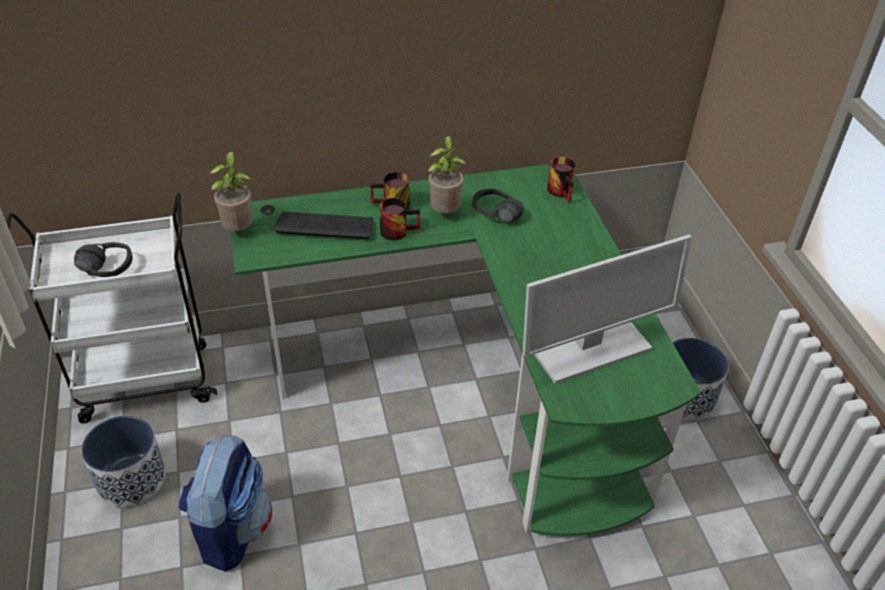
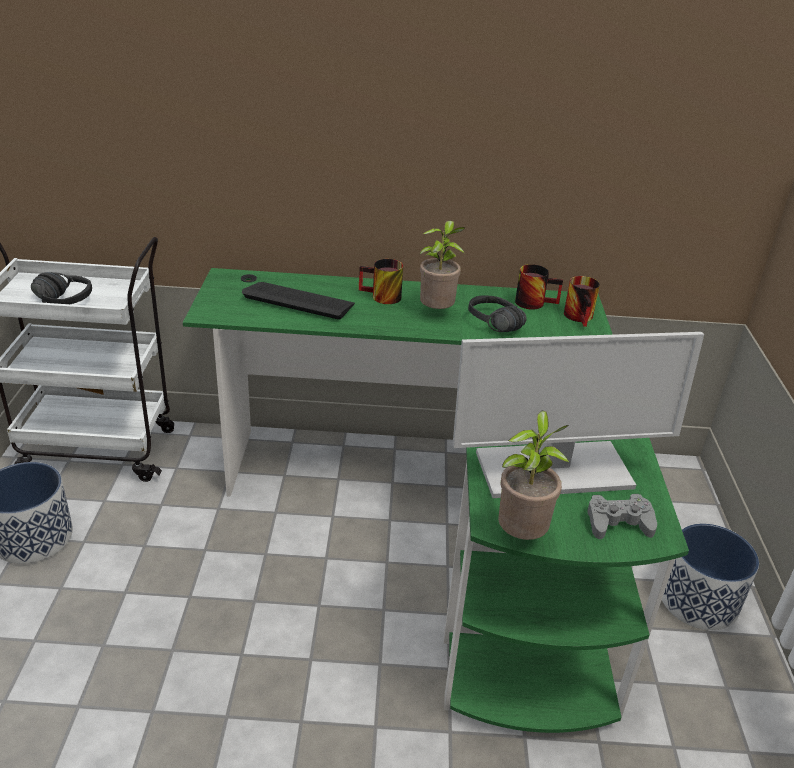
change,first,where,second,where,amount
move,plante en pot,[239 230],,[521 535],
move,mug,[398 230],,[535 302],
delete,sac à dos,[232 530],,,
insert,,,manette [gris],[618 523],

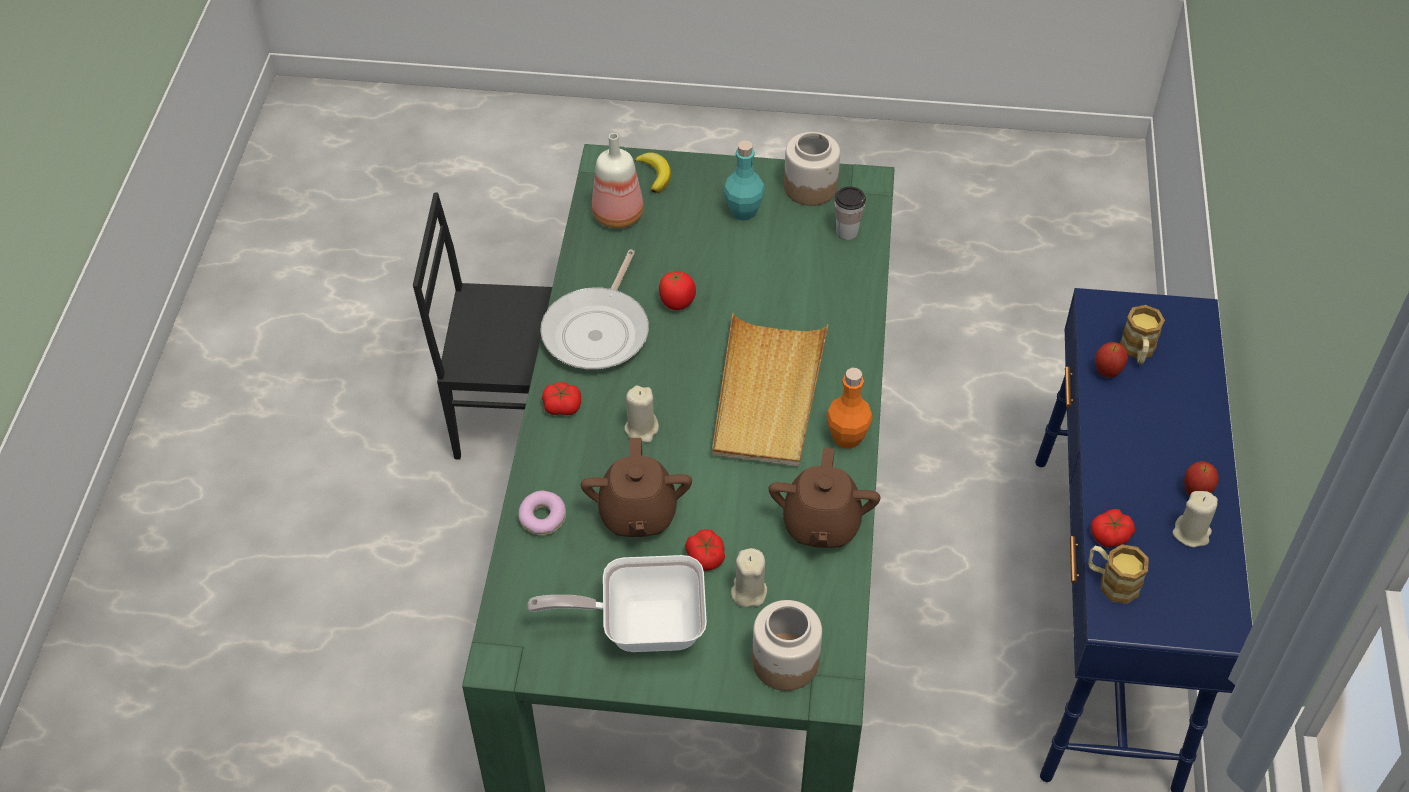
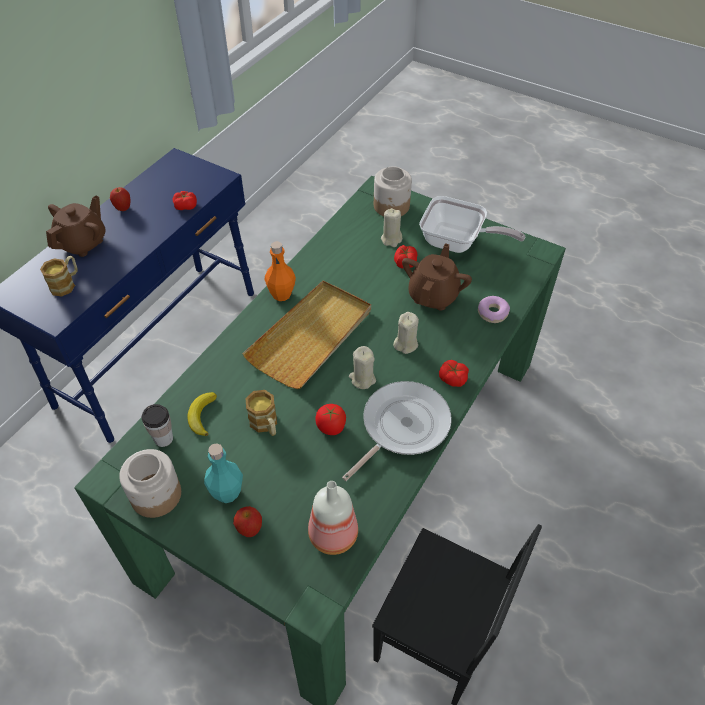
change,first,where,second,where,amount
move,banane,[655 174],,[202 415],
move,pomme,[1107 372],,[250 530],
move,théière [marron],[821 525],,[83 243],
move,bougie [beige],[1191 533],,[362 379],
move,mug,[1111 582],,[266 425],

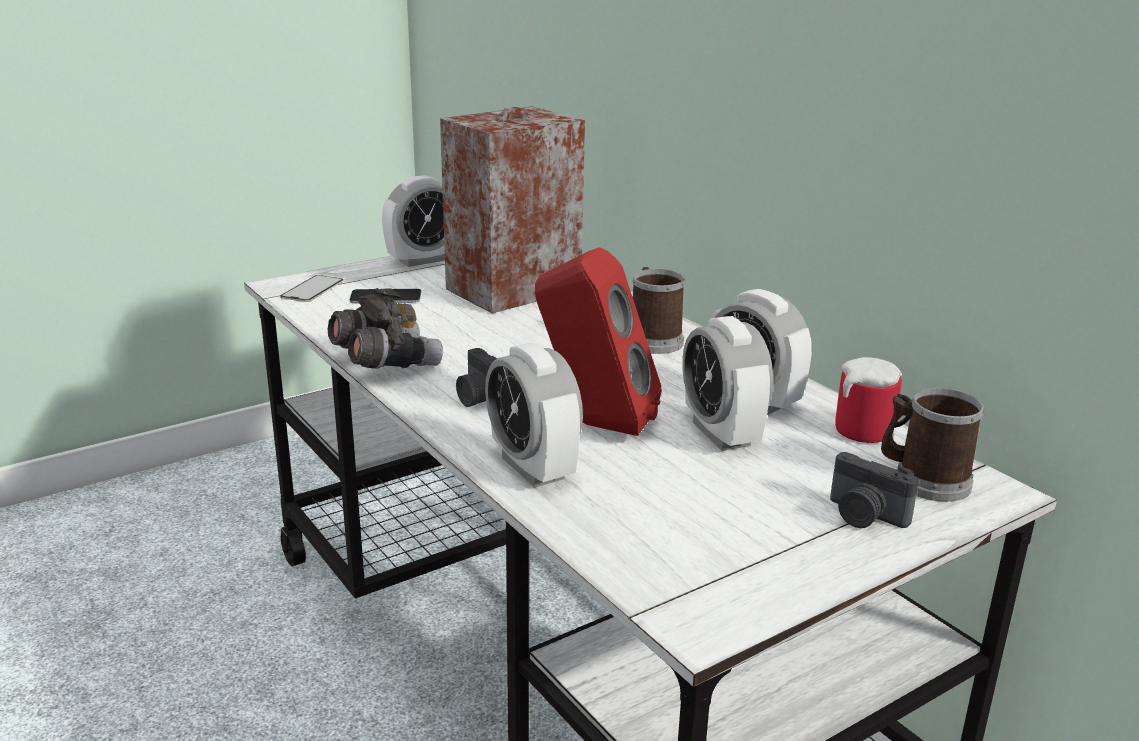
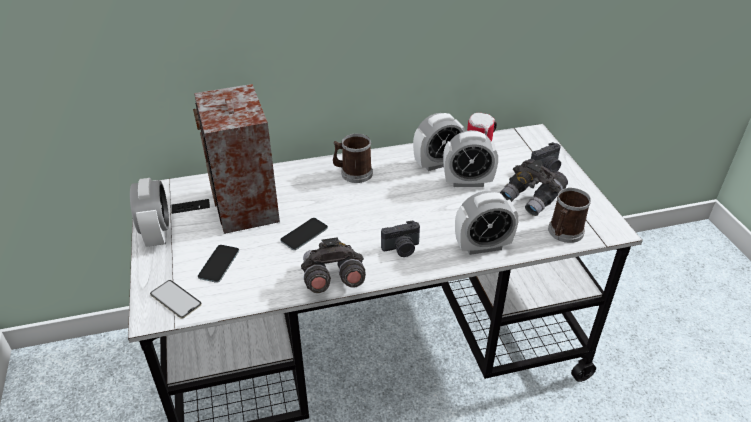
change,first,where,second,where,amount
delete,enceinte [rouge],[594 425],,,
move,mug,[923 480],,[564 233],
insert,,,jumelles [gris],[532 198],
insert,,,téléphone,[304 234],

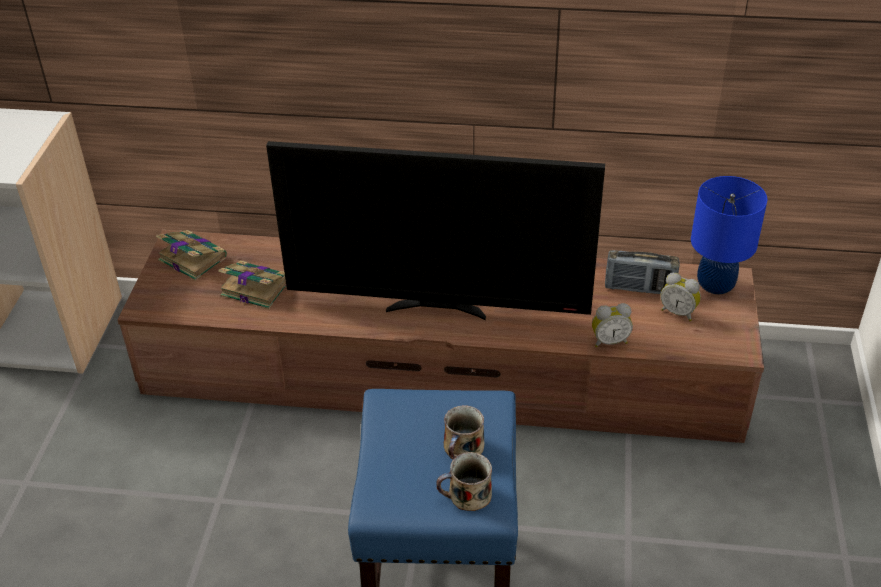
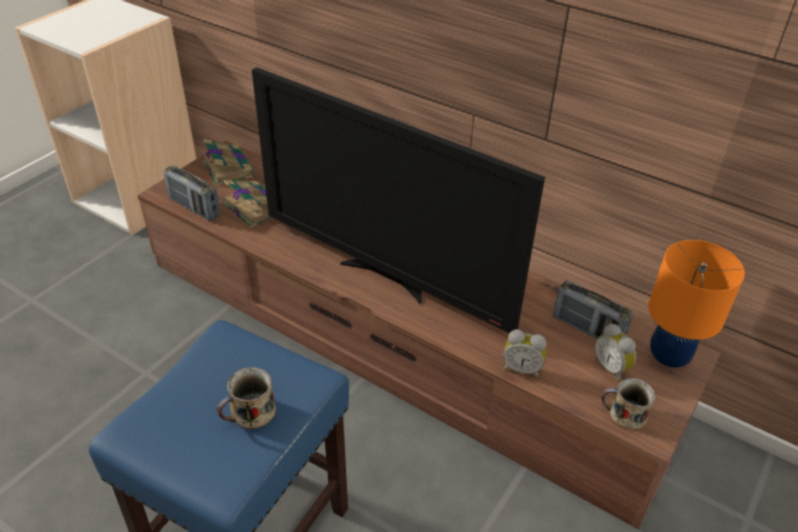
change,first,where,second,where,amount
recolor,lampe de table [bleu],[717 286],lampe de table [orange],[670 358],
move,mug,[467 495],,[625 414],
insert,,,radio,[194 208],

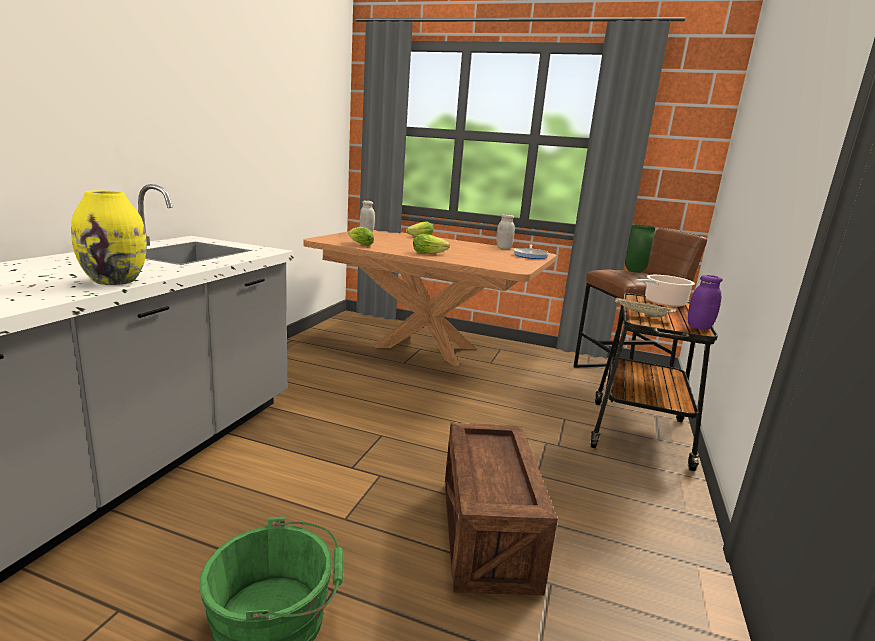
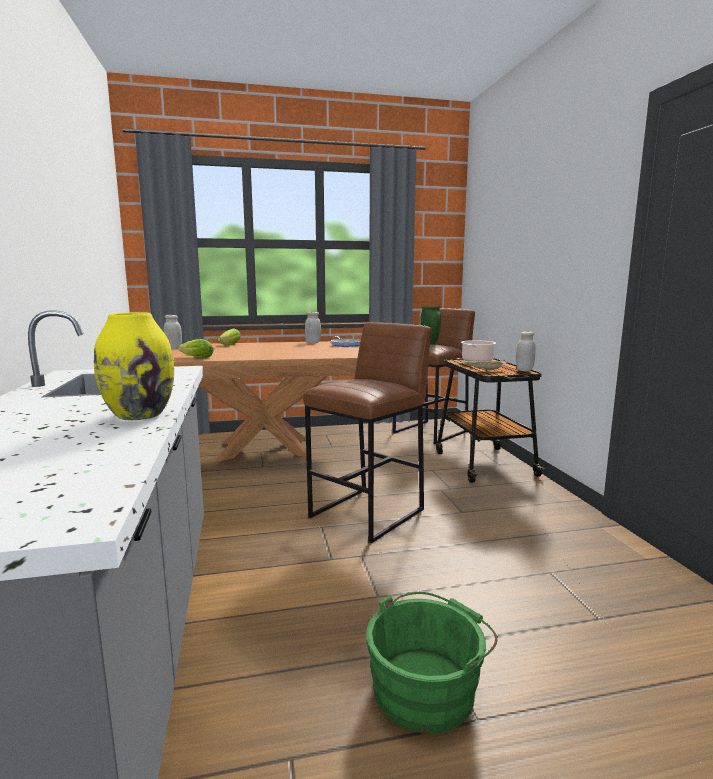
change,first,where,second,where,amount
delete,laitue,[431 253],,,
recolor,bocal [violet],[699 327],bocal [blanc],[524 370],
delete,caisse,[487 533],,,
insert,,,tabouret [marron],[368 512],

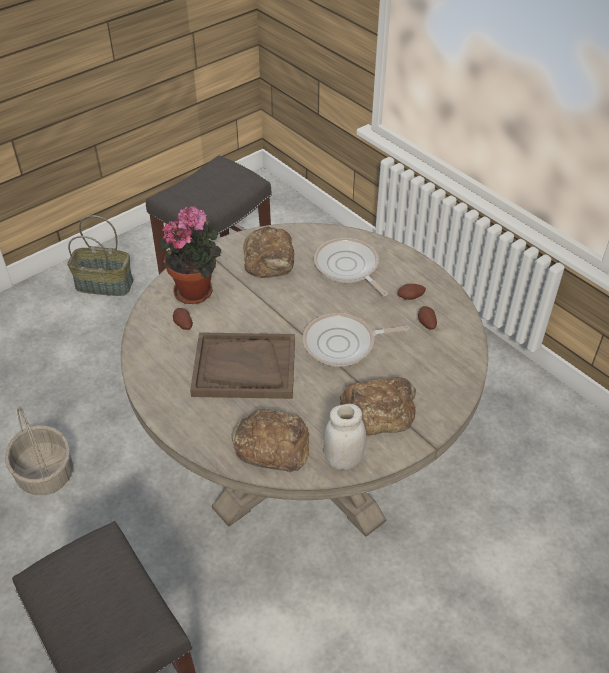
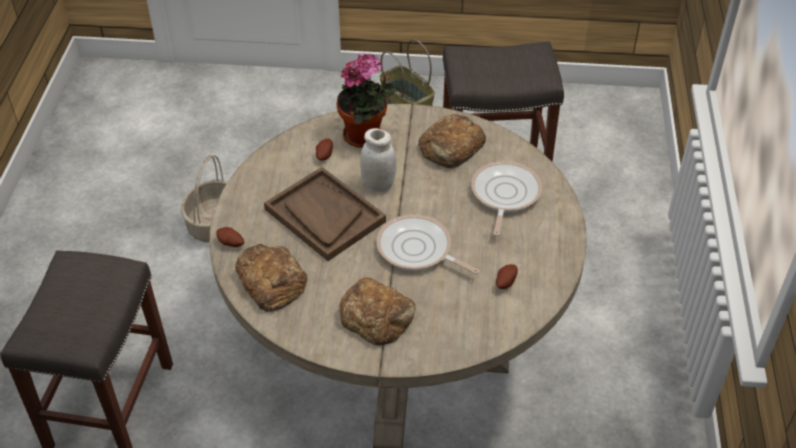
change,first,where,second,where,amount
move,pomme de terre,[410 298],,[230 244],
move,bocal [blanc],[343 460],,[378 184],

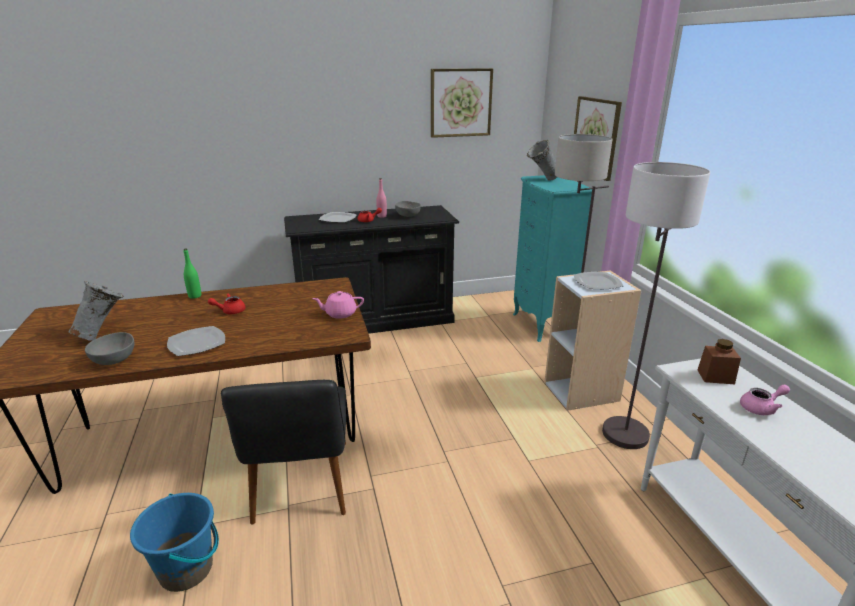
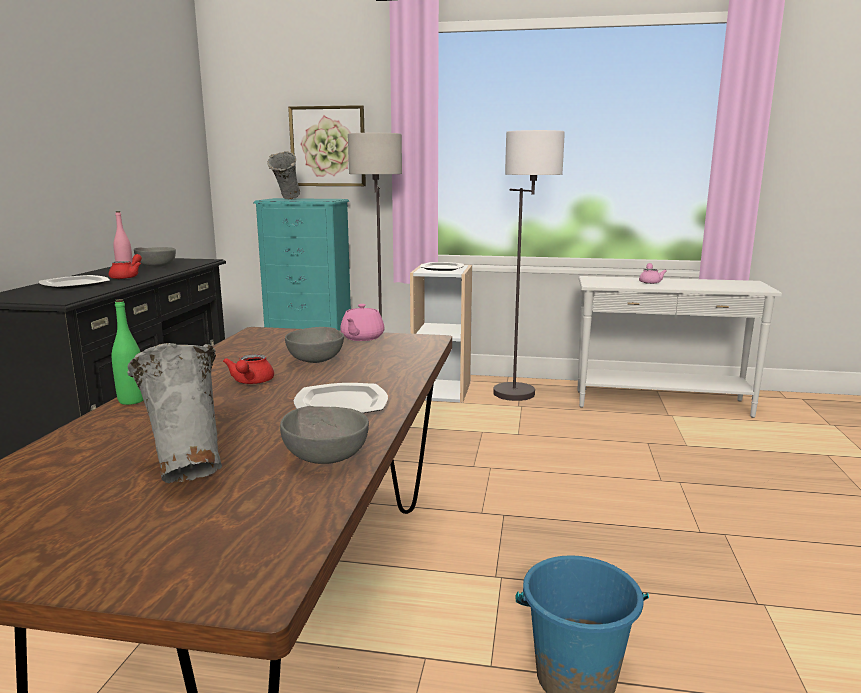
change,first,where,second,where,amount
delete,tableau,[460 103],,,
delete,bocal [marron],[715 377],,,
delete,chaise [noir],[302 480],,,
insert,,,bol [gris],[317 360],

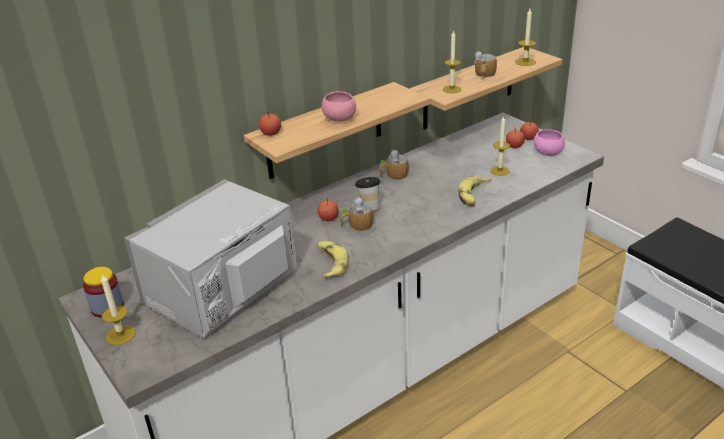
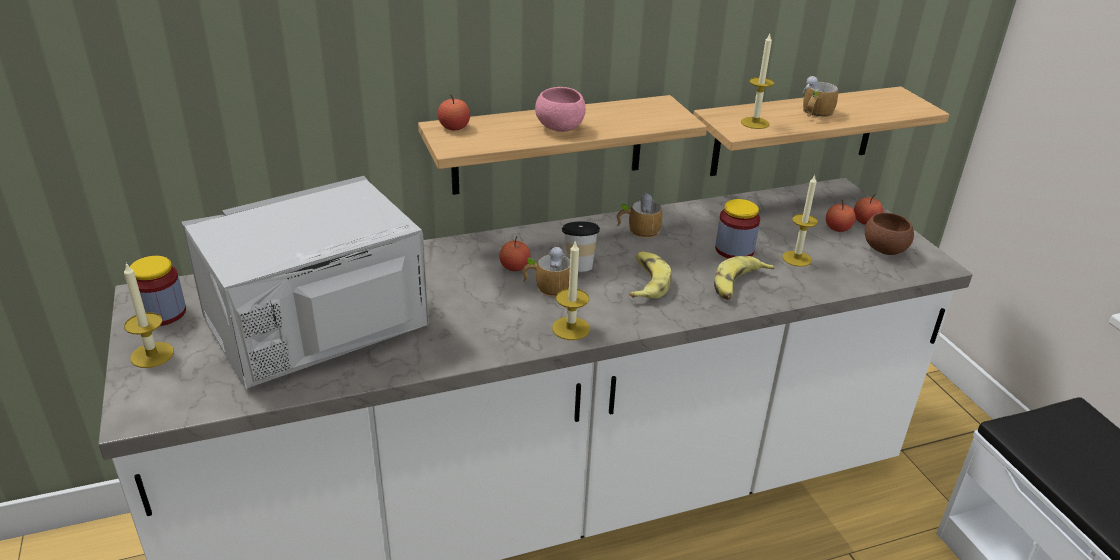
change,first,where,second,where,amount
move,bougie,[525 62],,[571 328],
recolor,bol [rose],[548 153],bol [marron],[884 250],
move,banane,[330 263],,[646 282],
insert,,,bocal,[734 250],

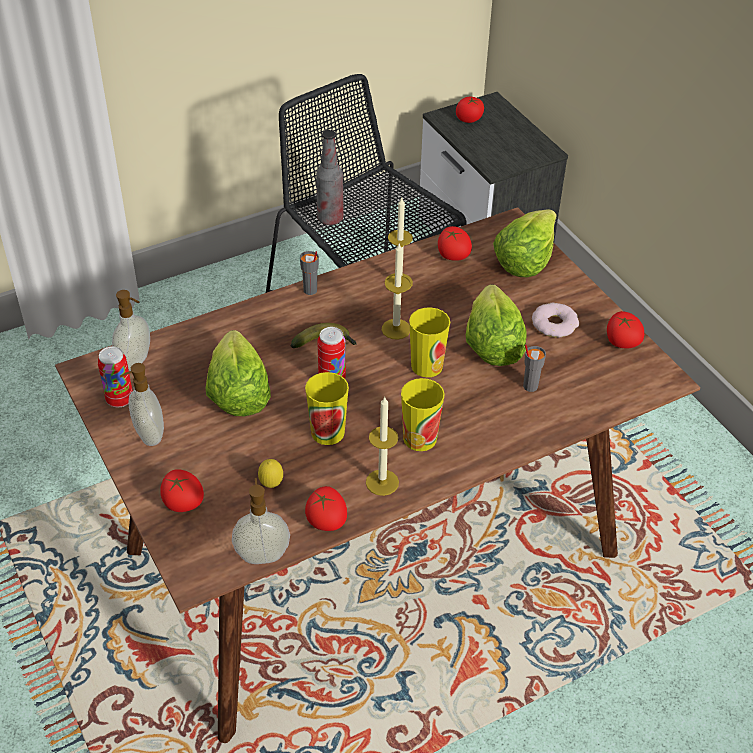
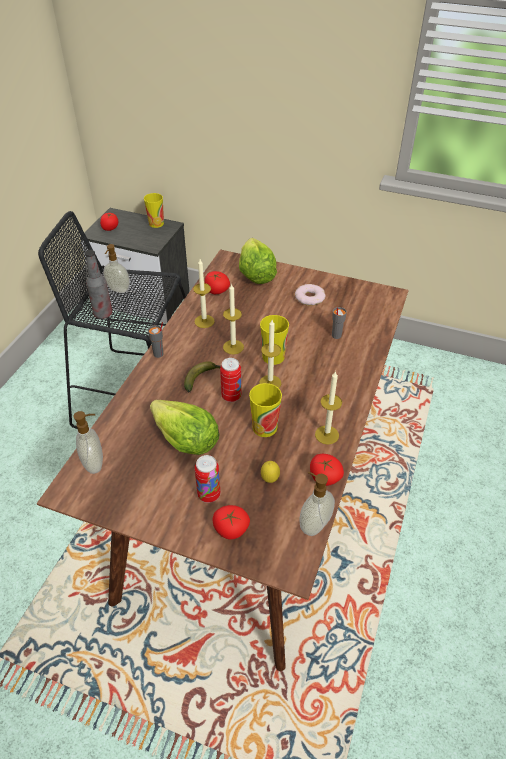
change,first,where,second,where,amount
delete,laitue,[492 344],,,
delete,tomate,[621 342],,,
move,boîte métallique,[119 399],,[209 495],
move,distributeur de savon,[148 435],,[118 290],
move,tasse,[420 438],,[156 223],
insert,,,bougie,[270 383],

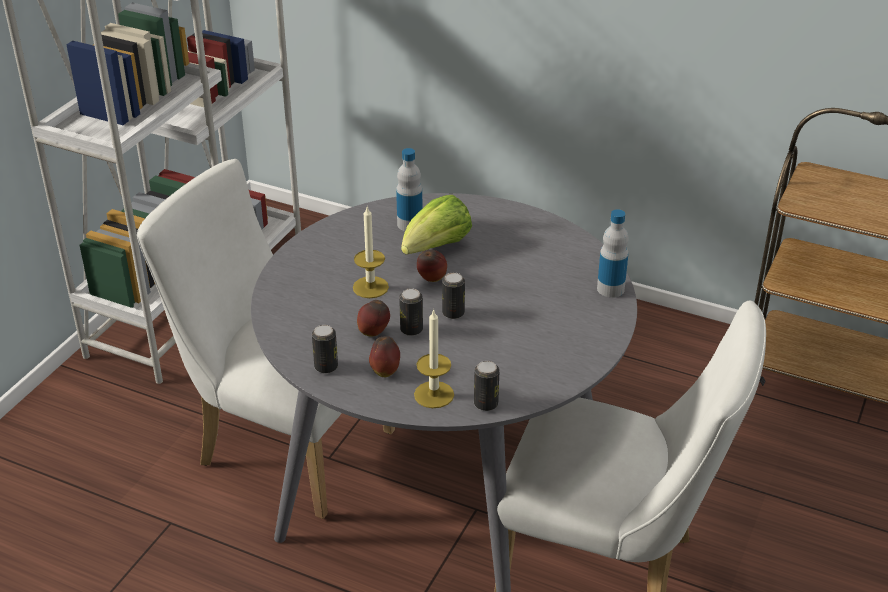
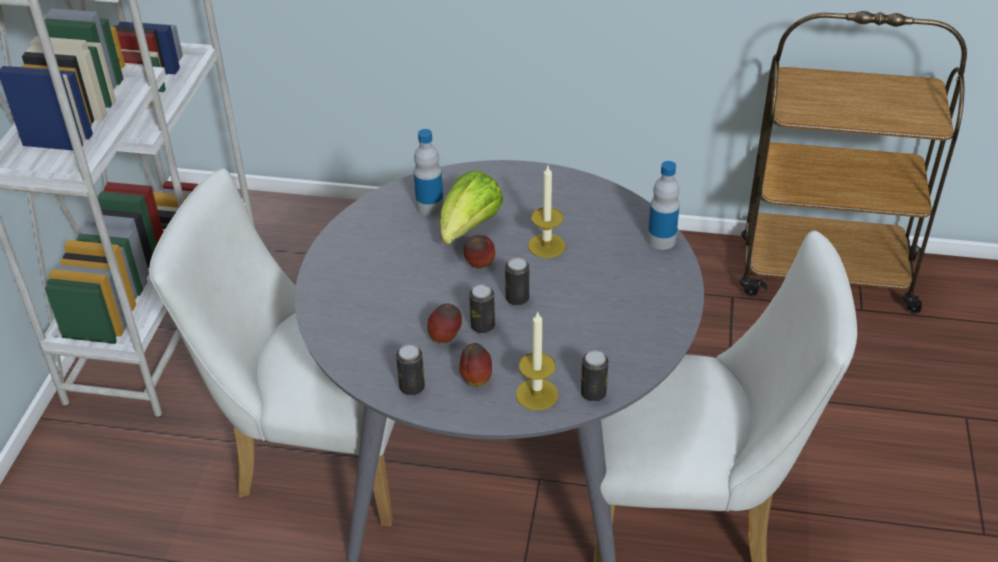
change,first,where,second,where,amount
move,bougie,[370 287],,[546 245],

